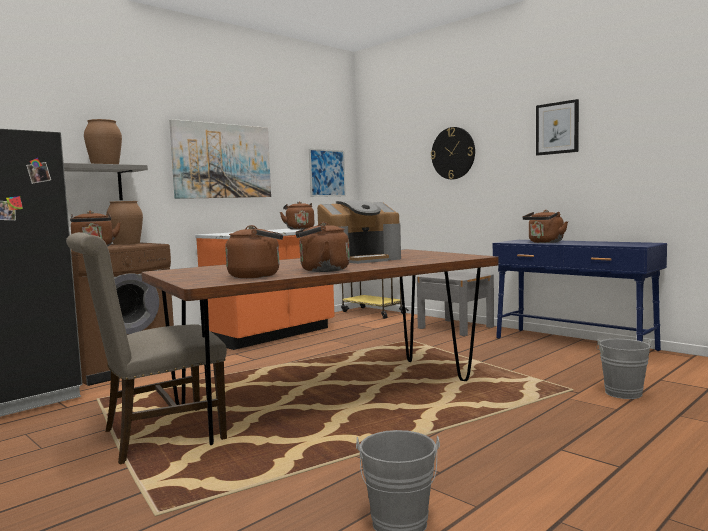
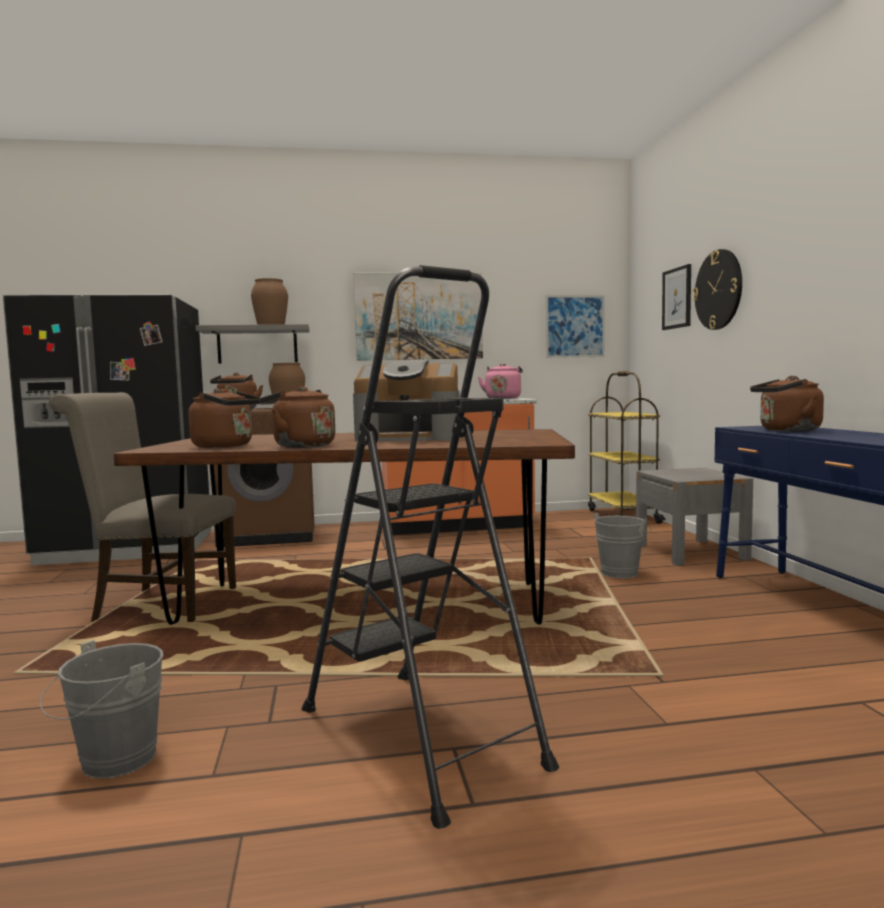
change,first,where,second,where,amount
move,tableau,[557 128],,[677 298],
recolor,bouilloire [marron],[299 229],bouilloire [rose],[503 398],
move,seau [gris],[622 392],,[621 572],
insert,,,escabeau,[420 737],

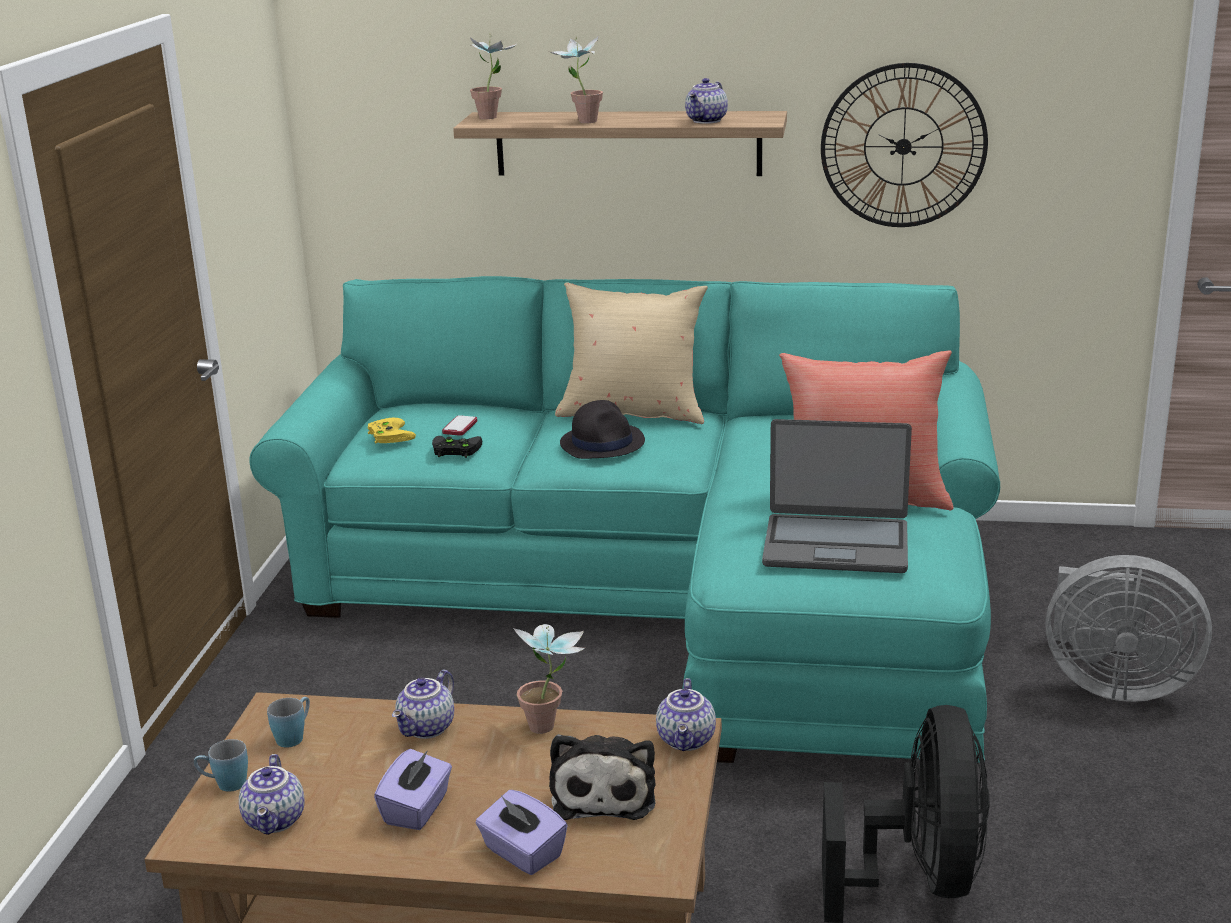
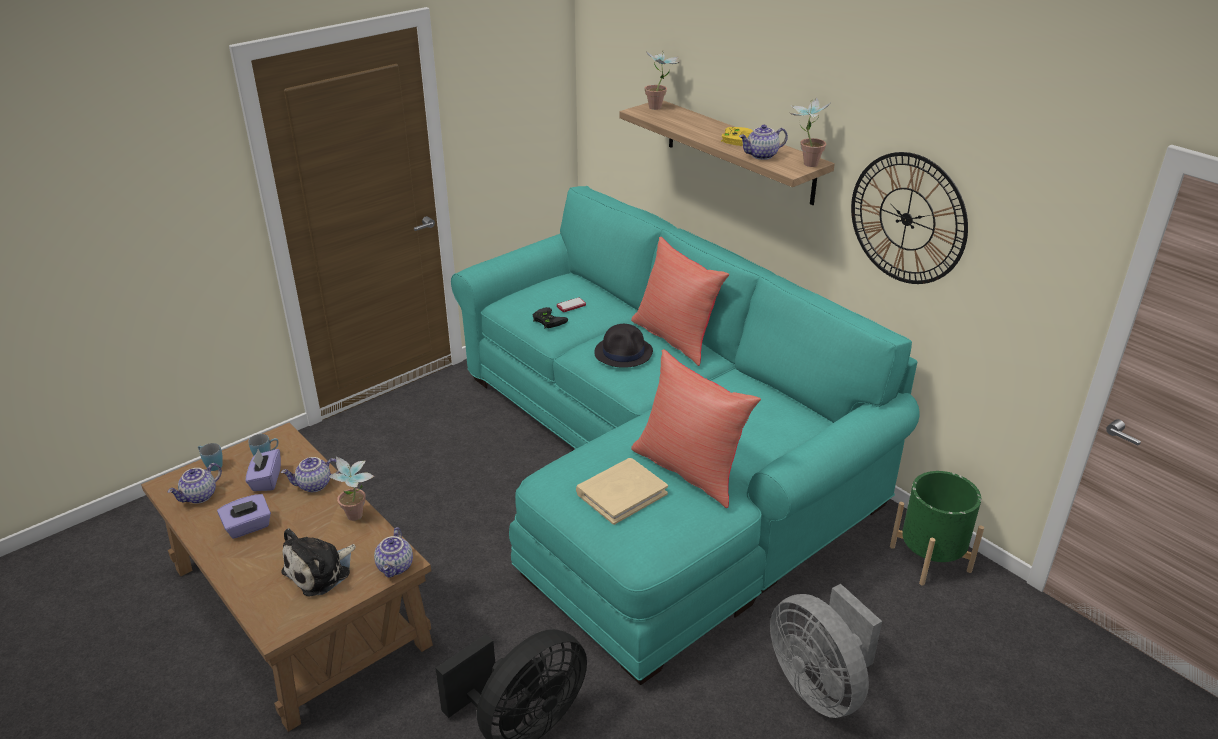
change,first,where,second,where,amount
move,plante en pot,[581 122],,[805 163],
recolor,coussin [beige],[633 412],coussin [rouge],[675 338],
move,manette [jaune],[388 434],,[736 139],
replace,ordinateur portable,[836 545],livre [beige],[621 493],
rotate,théière,[687 740],,[396 567],45 degrees counterclockwise
move,boîte à mouchoirs [violet],[522 853],,[266 480],
insert,,,cache-pot [vert],[930 558],

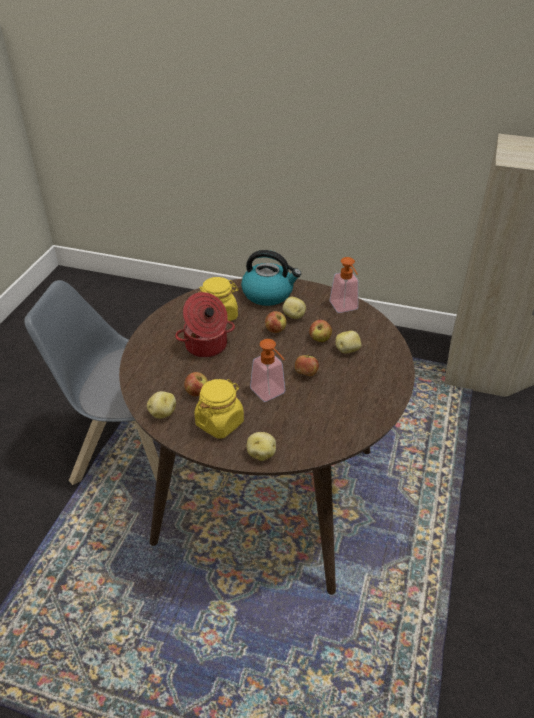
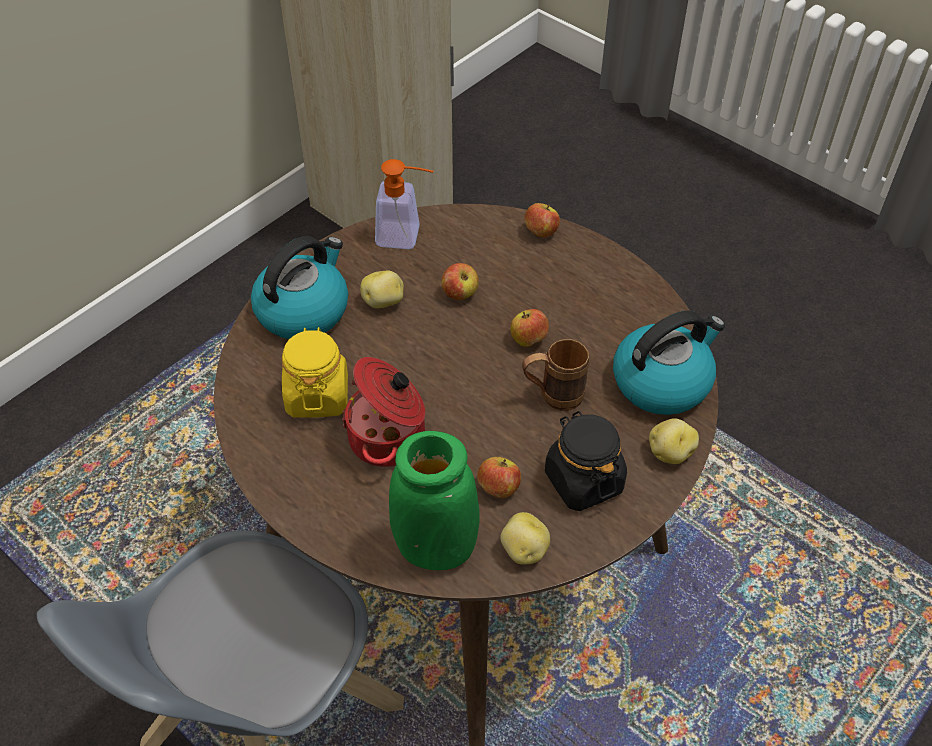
change,first,where,second,where,amount
move,pomme,[275 330],,[540 232],
delete,pomme de terre,[348 350],,,
replace,distributeur de savon,[271 394],mug [marron],[552 396],
recolor,bocal [jaune],[220 423],bocal [noir],[583 480],
insert,,,bouilloire,[662 381],
insert,,,vase [vert],[435 546],

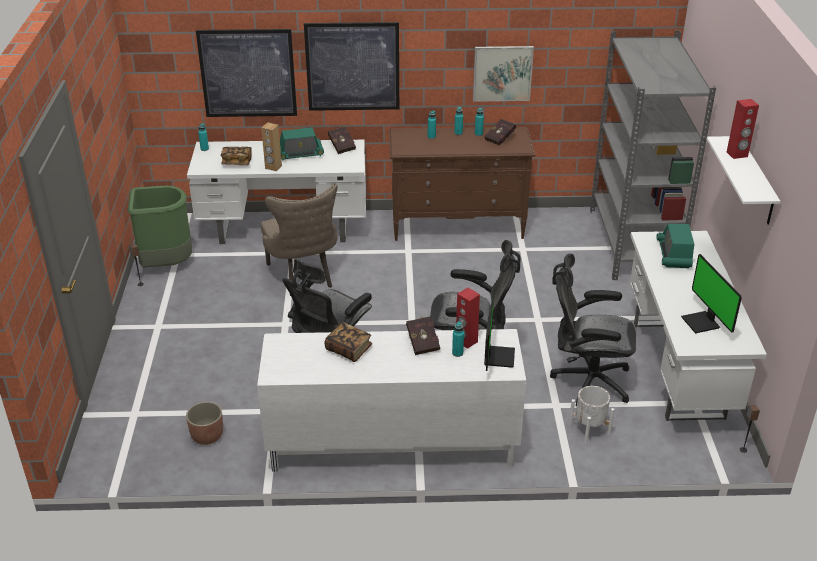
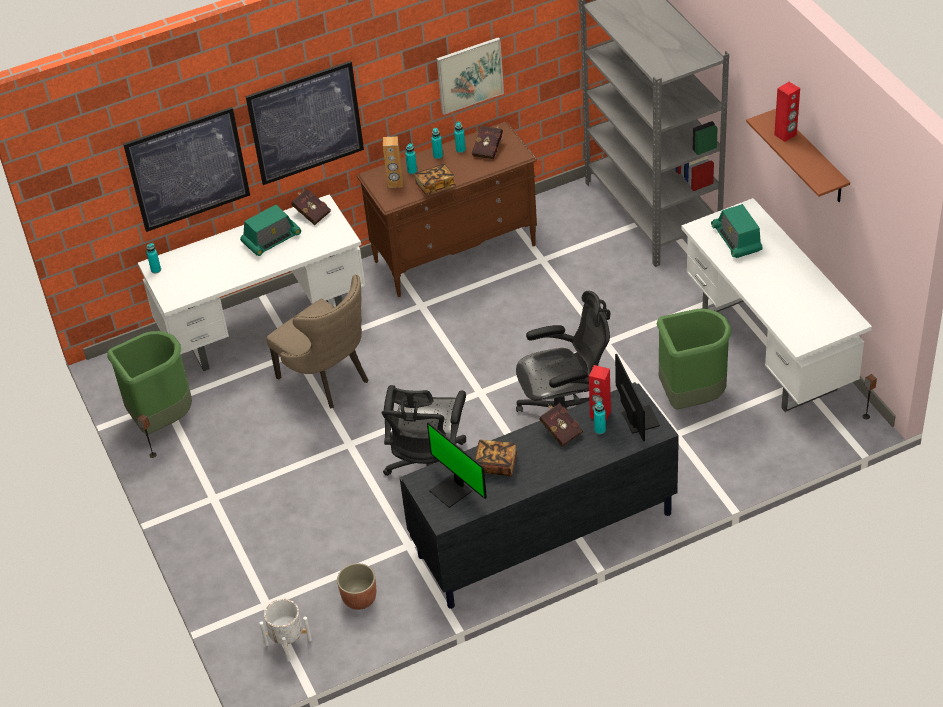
change,first,where,second,where,amount
move,enceinte [marron],[273 167],,[395 183],
recolor,étagère [blanc],[756 181],étagère [marron],[811 158],
move,livre,[237 162],,[435 186],
replace,chaise de bureau,[587 381],poubelle [vert],[691 397],
move,écran d'ordinateur,[702 322],,[452 491],
recolor,meuble de rangement [blanc],[392 440],meuble de rangement [noir],[543 532],
move,cache-pot [blanc],[589 429],,[288 642],

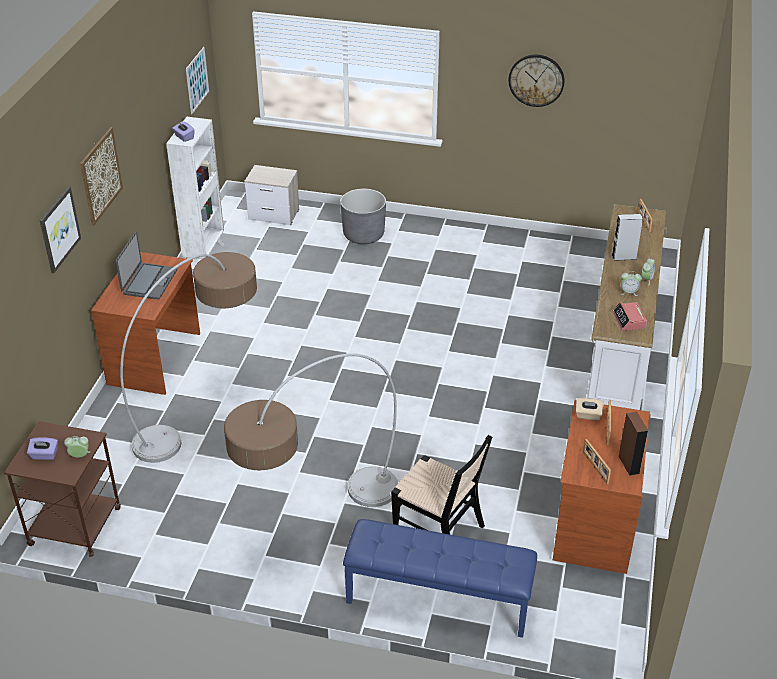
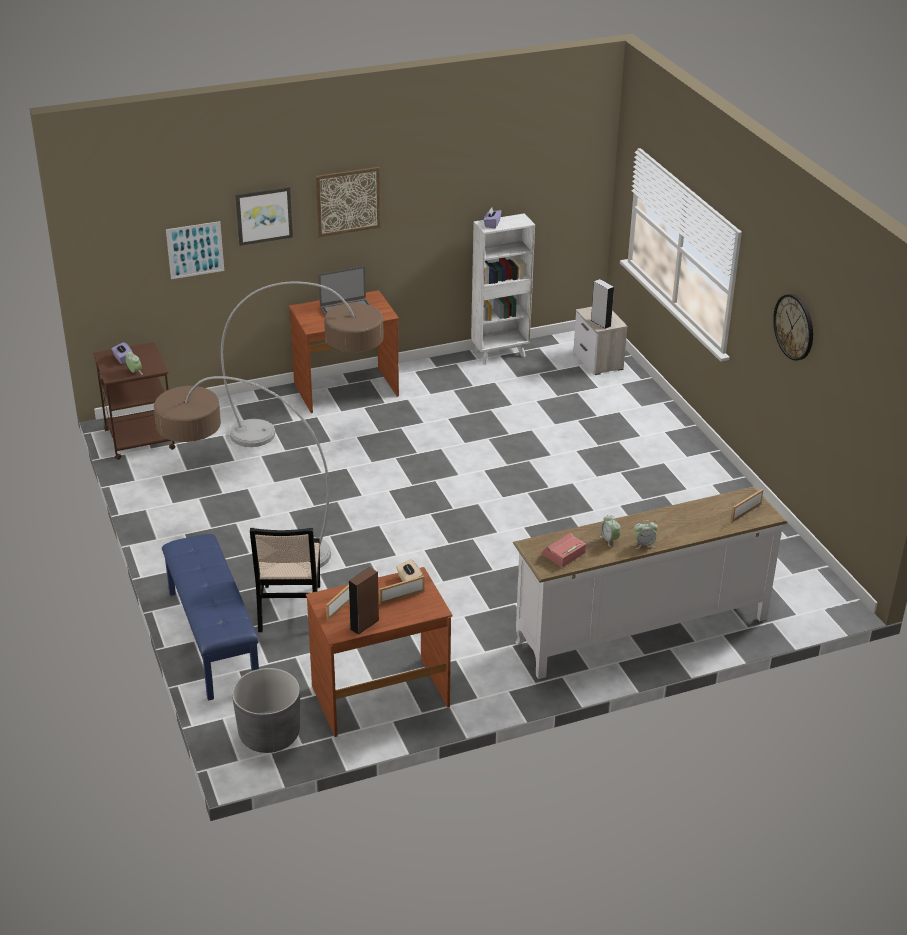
change,first,where,second,where,amount
move,tableau,[197 80],,[195 250],
move,cache-pot [gris],[363 235],,[269 734],
move,enceinte [gris],[624 257],,[600 323],

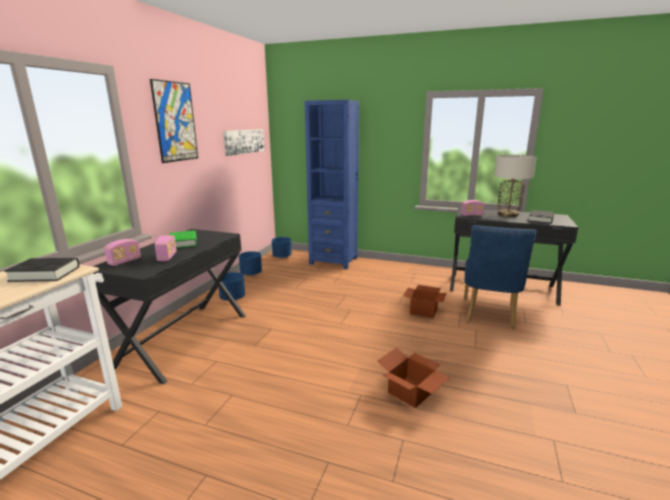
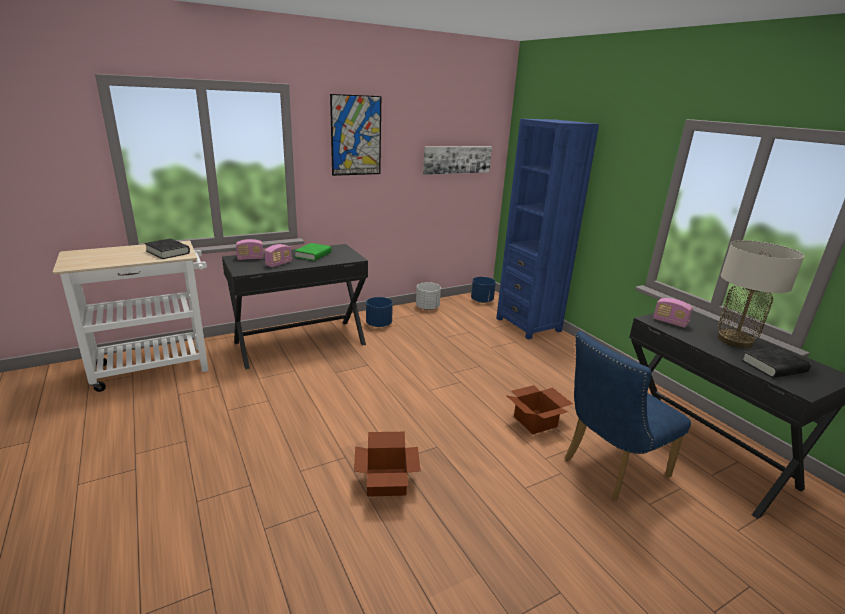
change,first,where,second,where,amount
recolor,cache-pot [bleu],[251 274],cache-pot [blanc],[427 307],

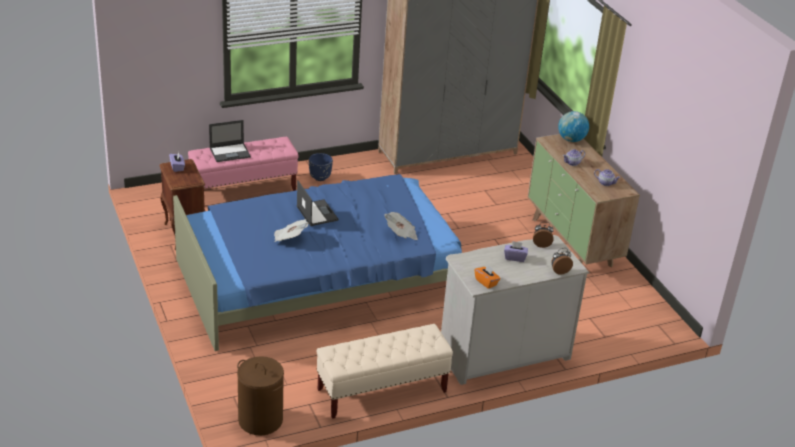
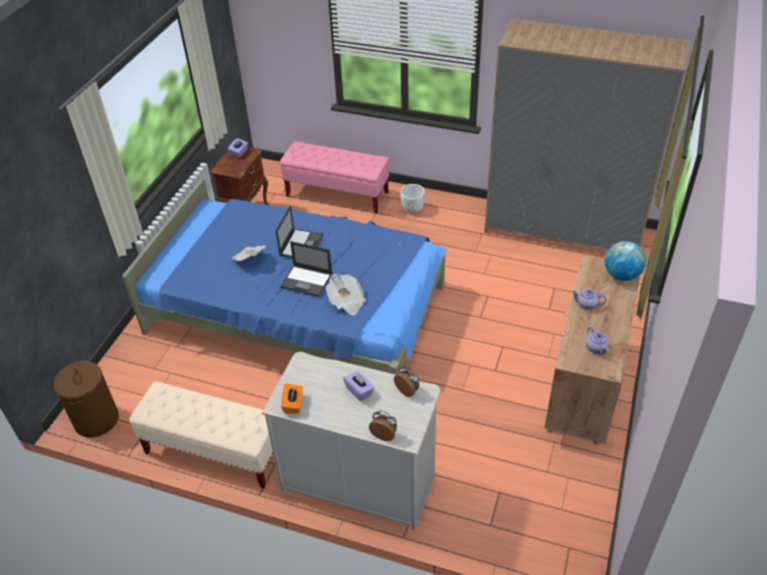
change,first,where,second,where,amount
move,ordinateur portable,[230 152],,[307 281],
recolor,cache-pot [bleu],[320 177],cache-pot [blanc],[412 209],

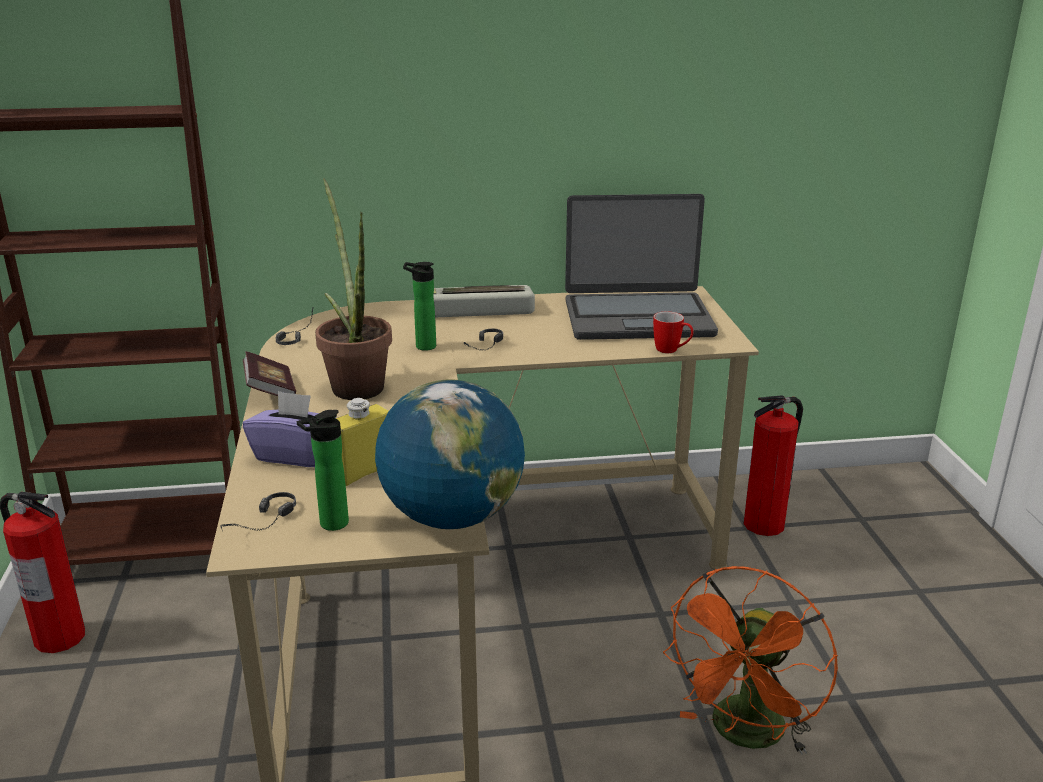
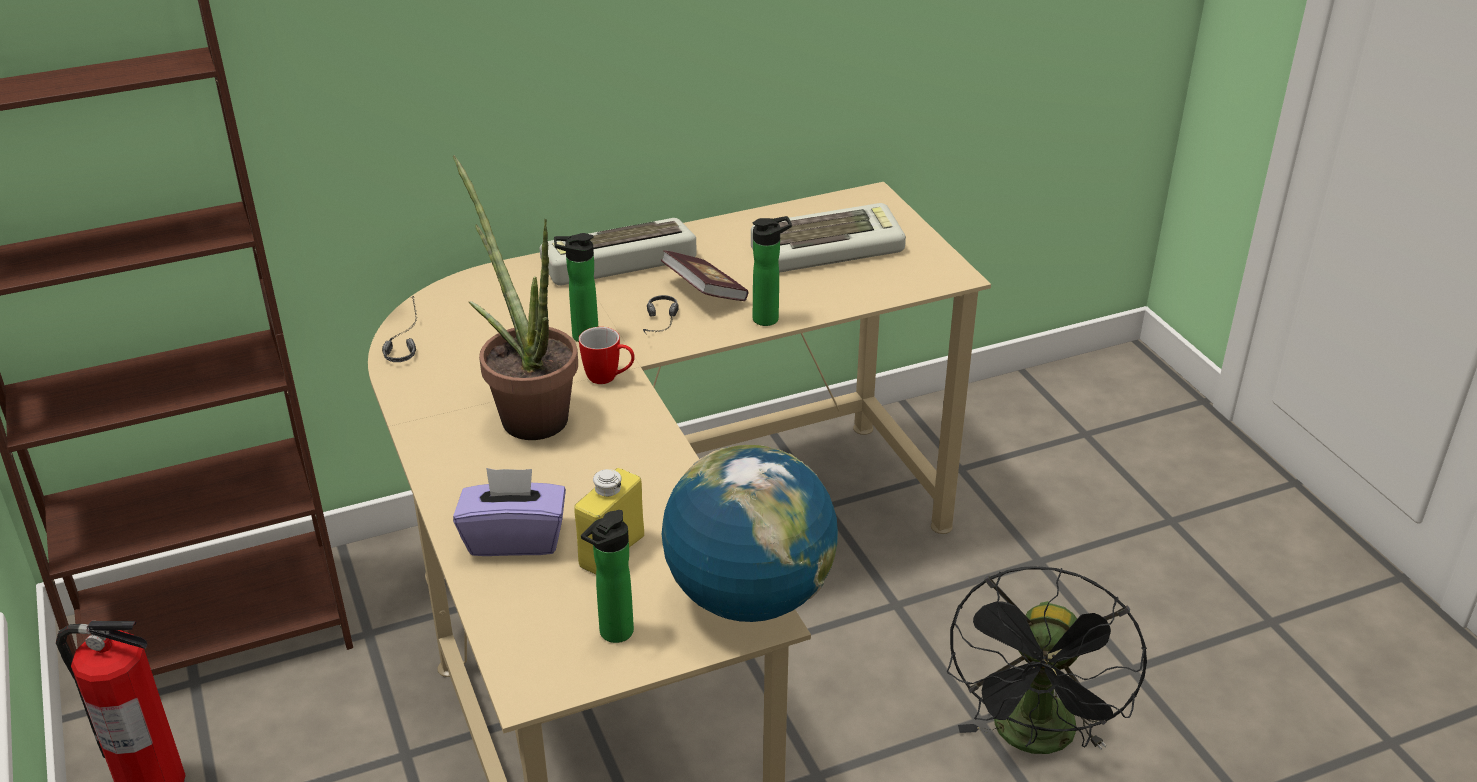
change,first,where,second,where,amount
replace,ordinateur portable,[637 318],clavier,[827 248],
move,mug,[672 351],,[609 378],
move,livre,[270 391],,[704 292],
delete,extincteur,[764 524],,,
delete,casque audio,[263 525],,,
recolor,ventilateur [orange],[745 736],ventilateur [noir],[1035 740],
insert,,,bouteille,[769 318],

